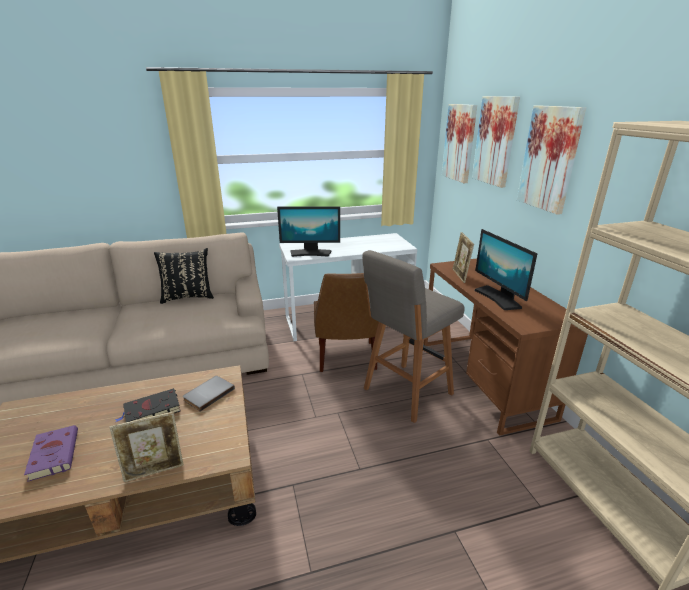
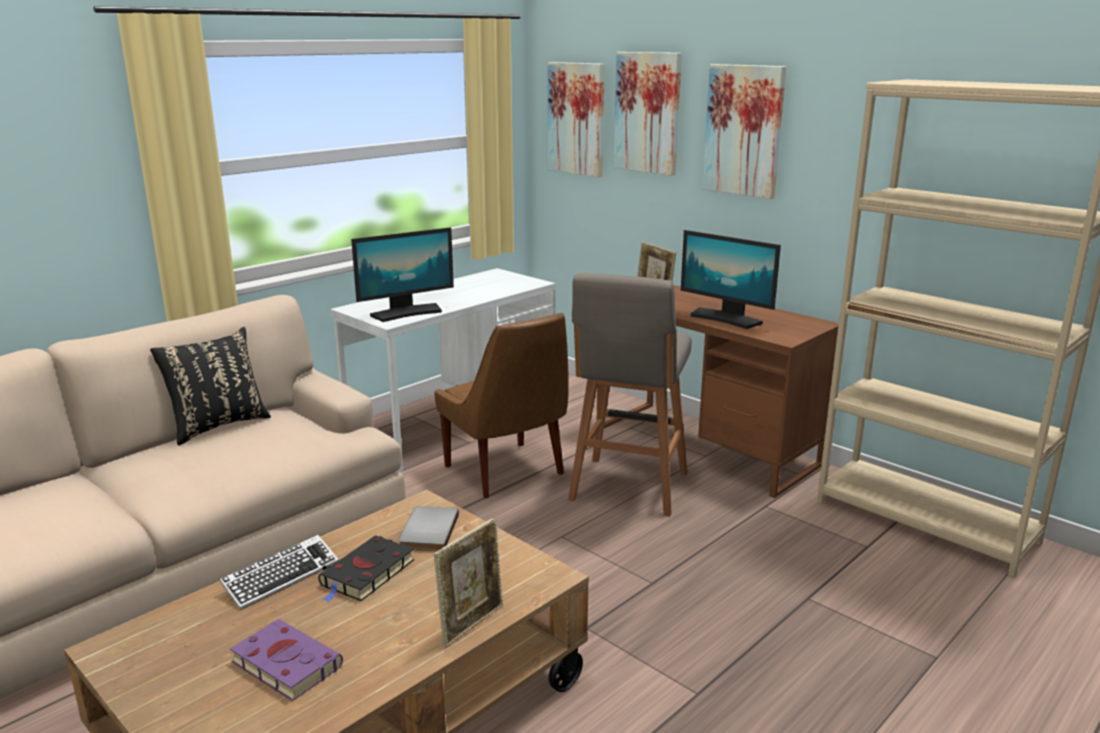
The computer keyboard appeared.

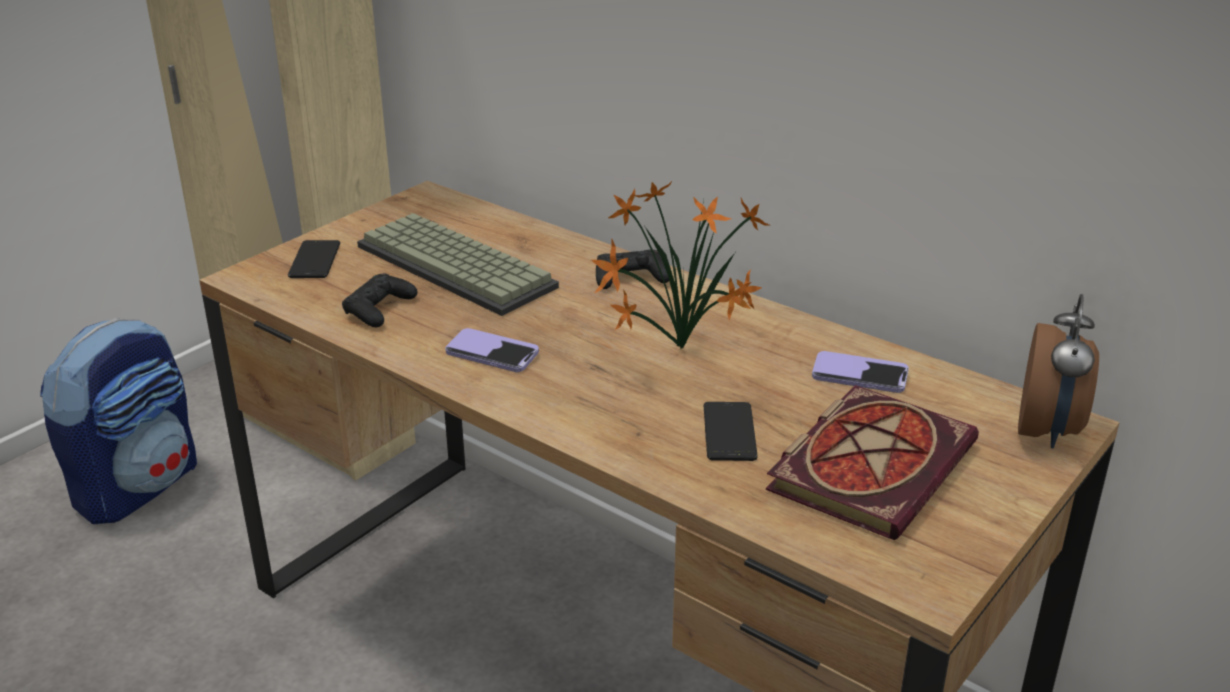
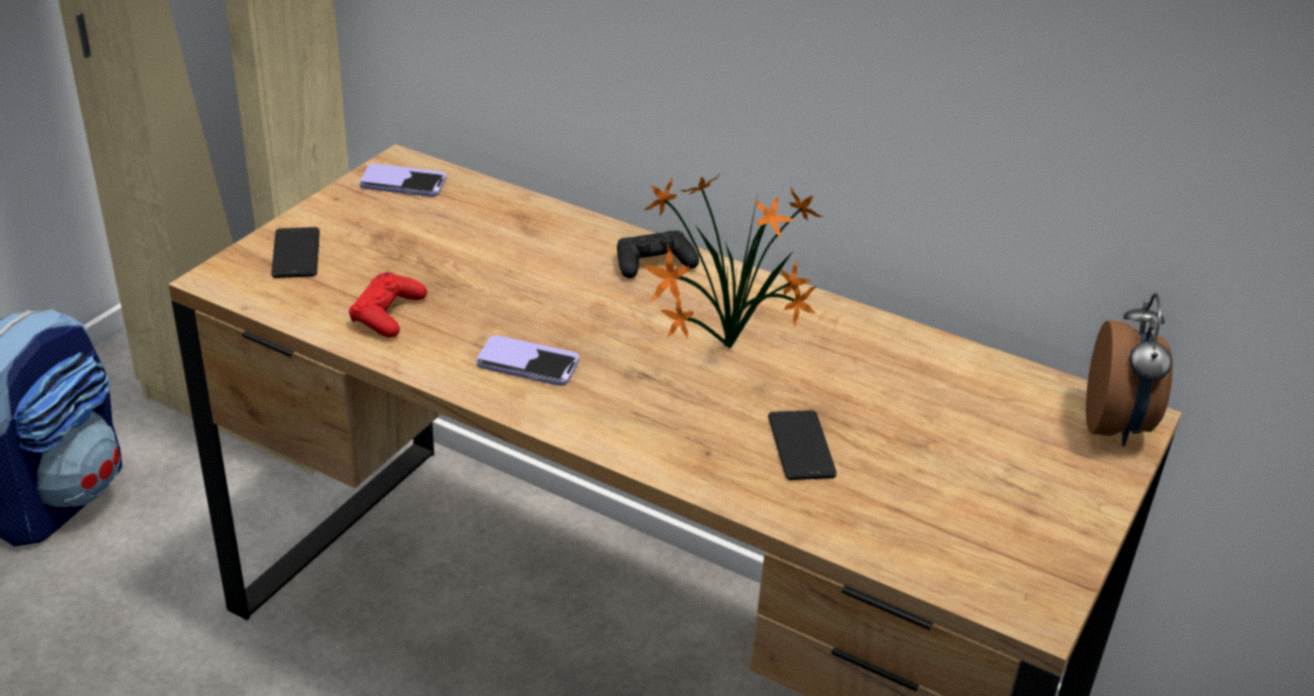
The computer keyboard disappeared. The book disappeared. The phone (no. 4 from left in the first image) moved. The blackish joypad (no. 1 from left) became the red joypad.

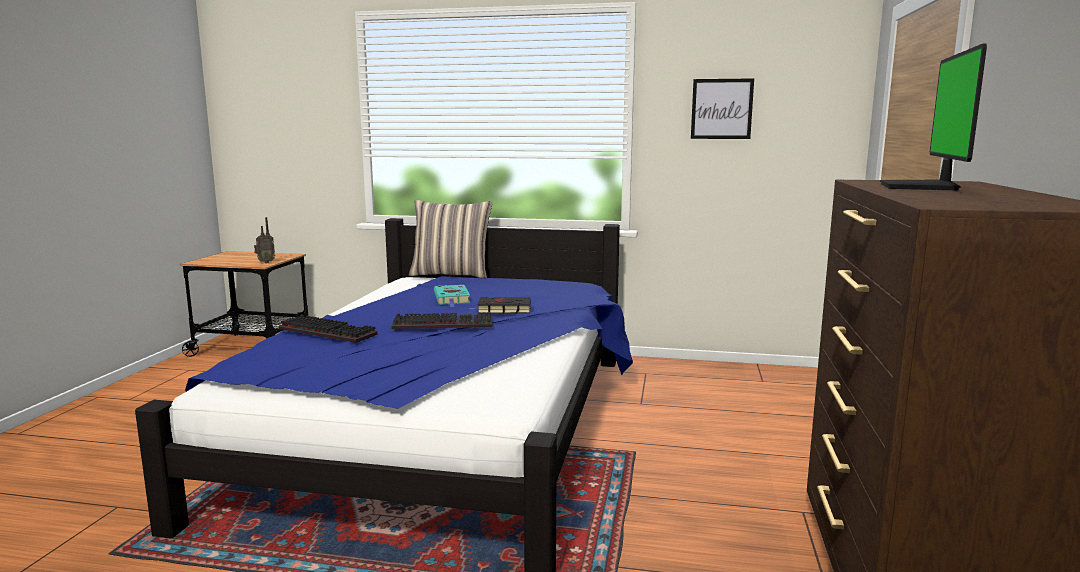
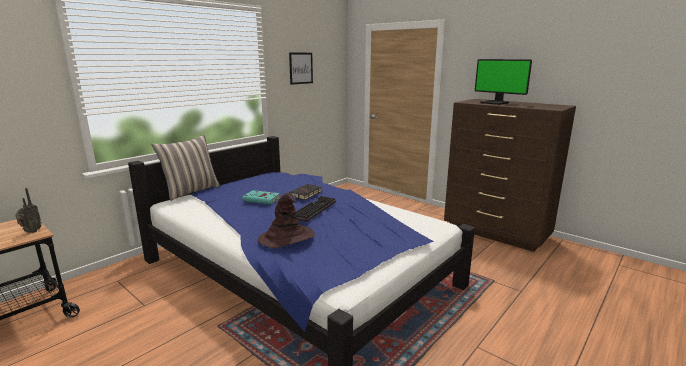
The computer keyboard (no. 1 from left) was replaced by the brownish hat.

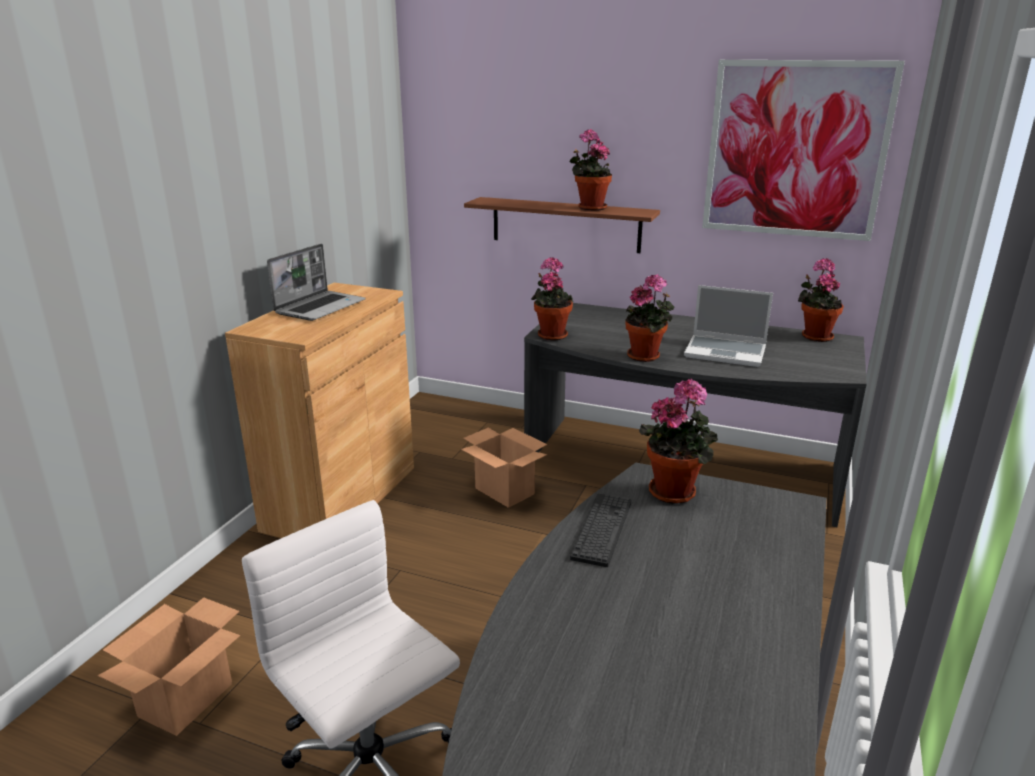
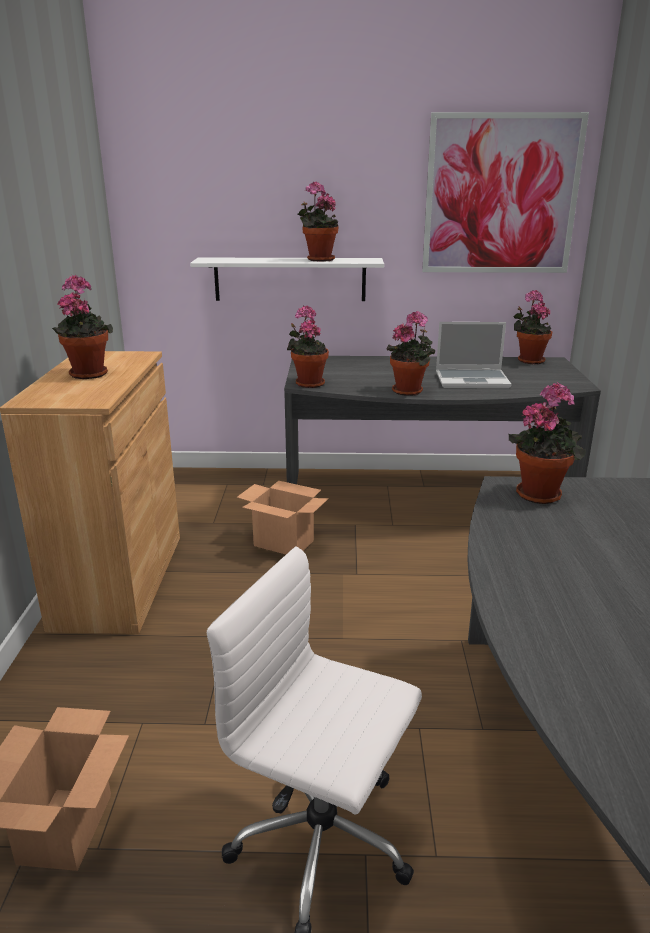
The computer keyboard disappeared. The laptop (no. 1 from left) was replaced by the plant in a pot (no. 1 from left). The brownish bracket shelf became the whitish bracket shelf.

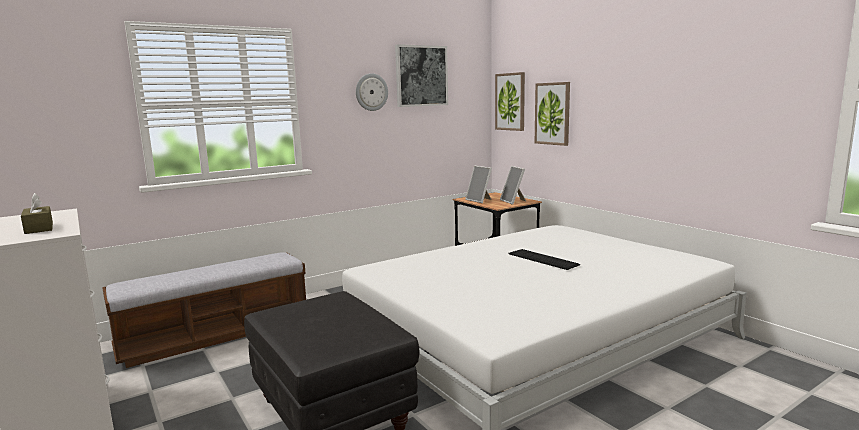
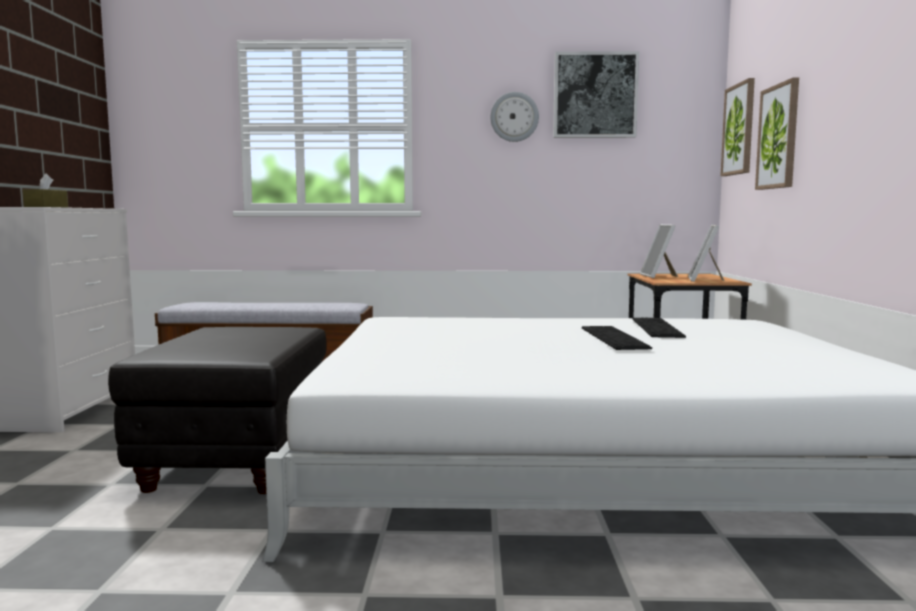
The computer keyboard (no. 2 from left) appeared.

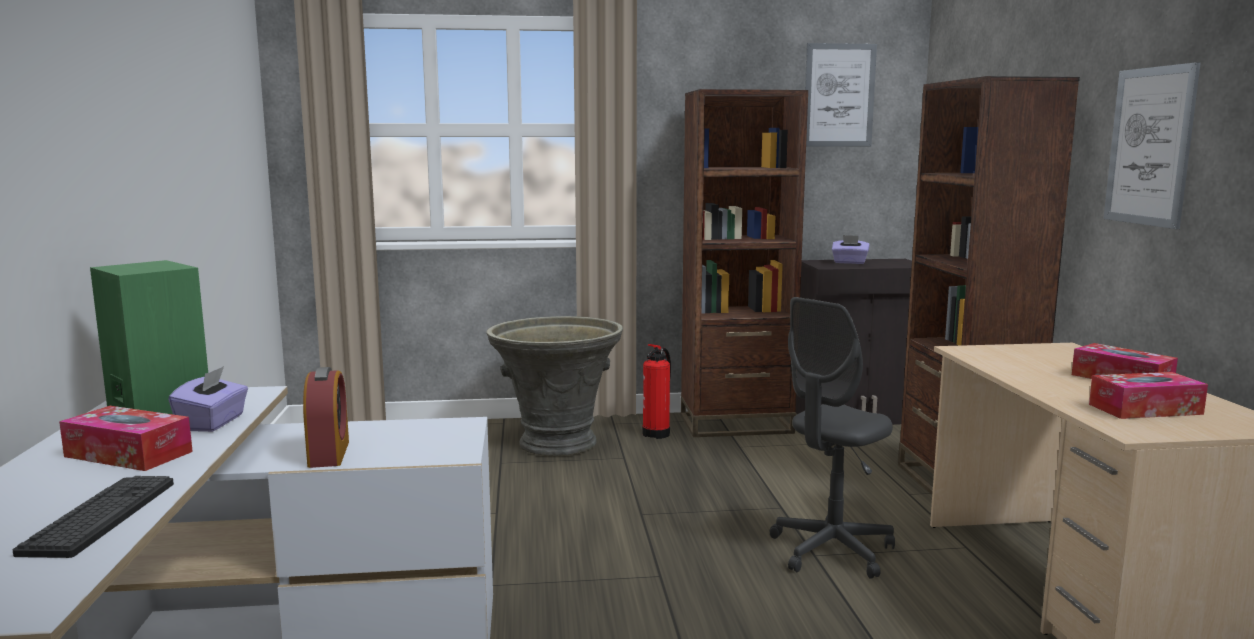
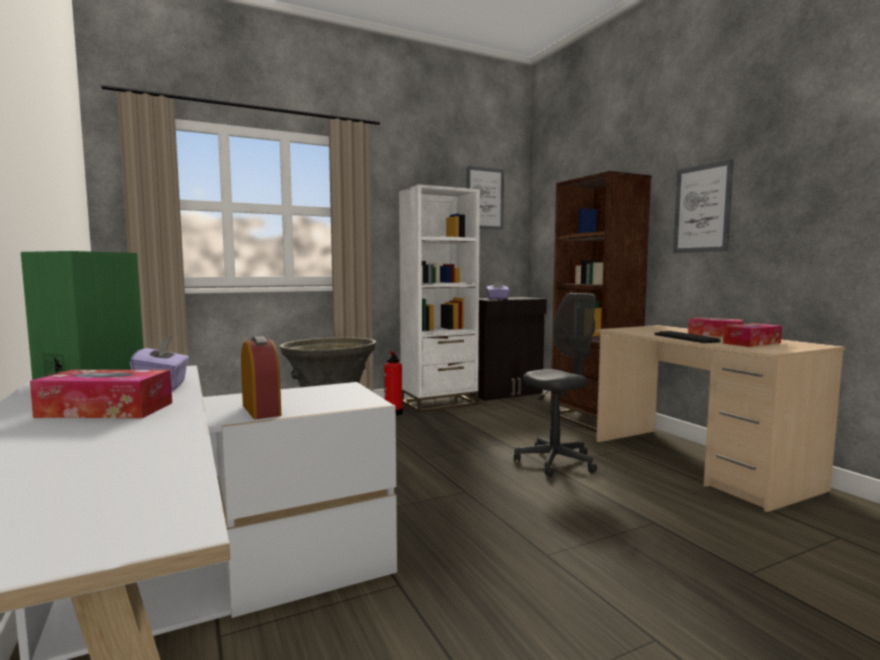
The computer keyboard moved. The brownish bookshelf (no. 1 from left) became the whitish bookshelf. The greyish computer chair turned 150 degrees counterclockwise.

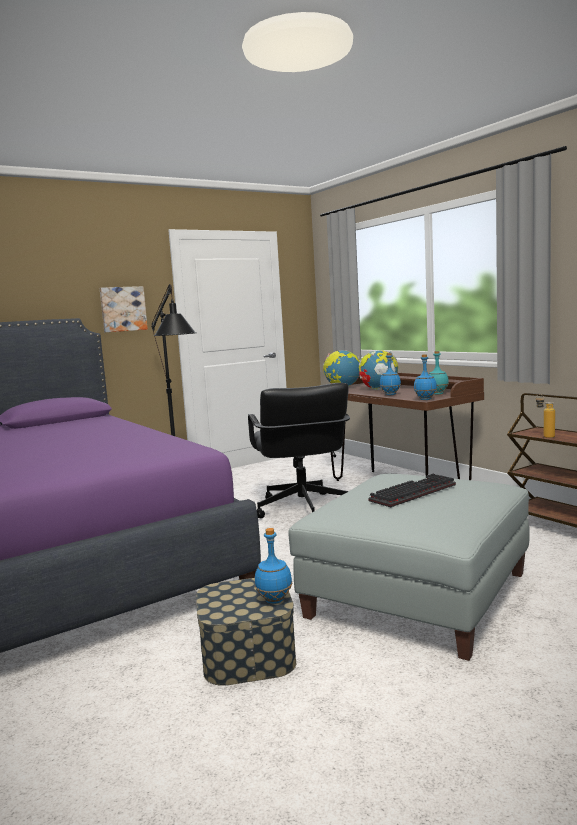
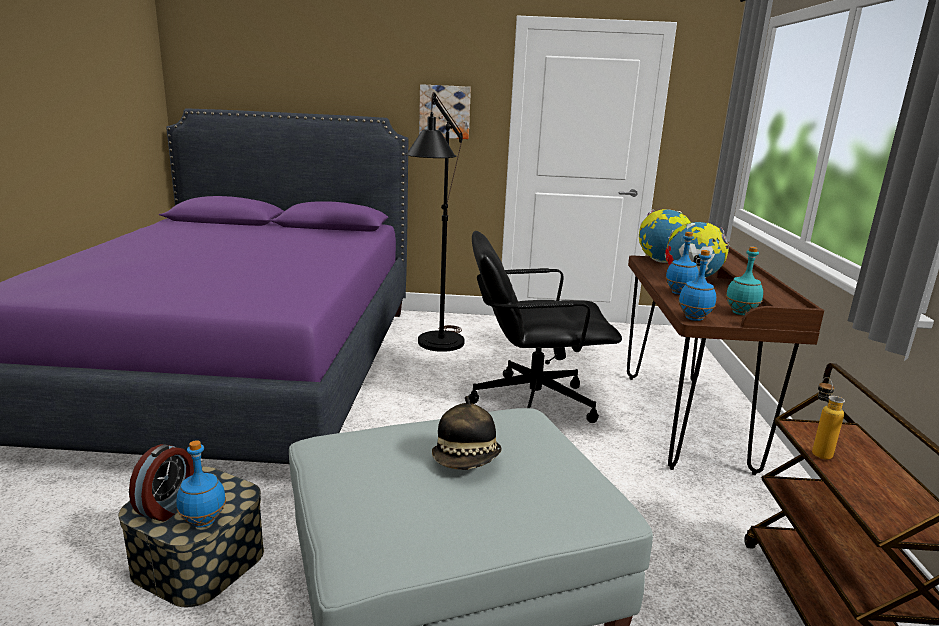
The table clock appeared. The computer keyboard was replaced by the hat. The blackish computer chair turned 60 degrees clockwise.

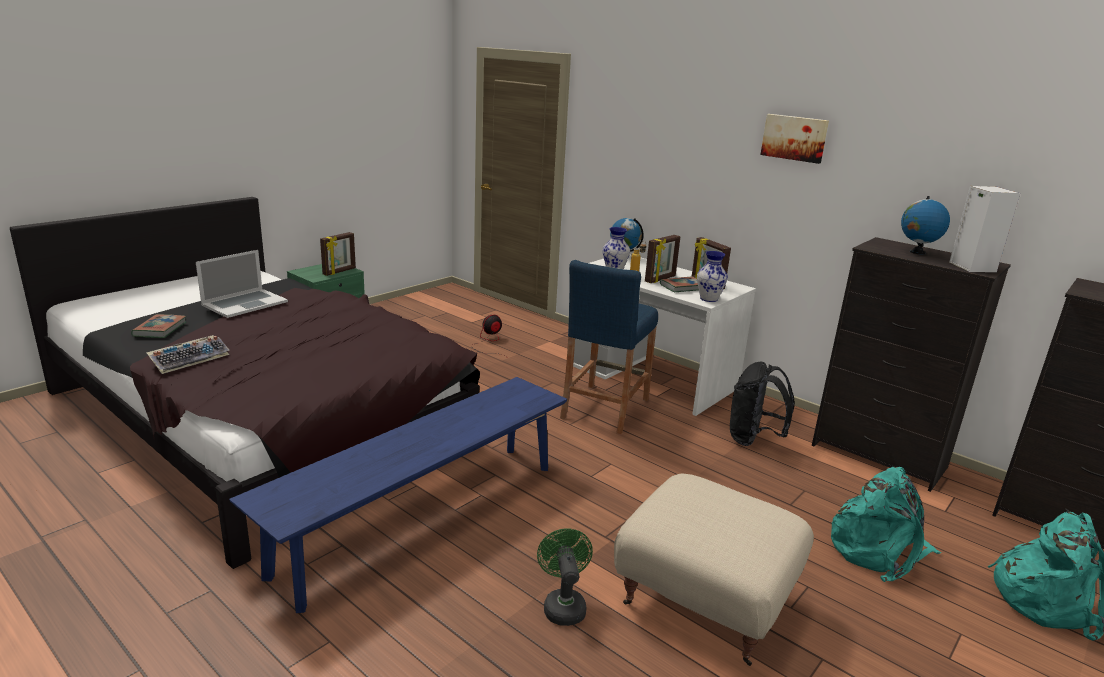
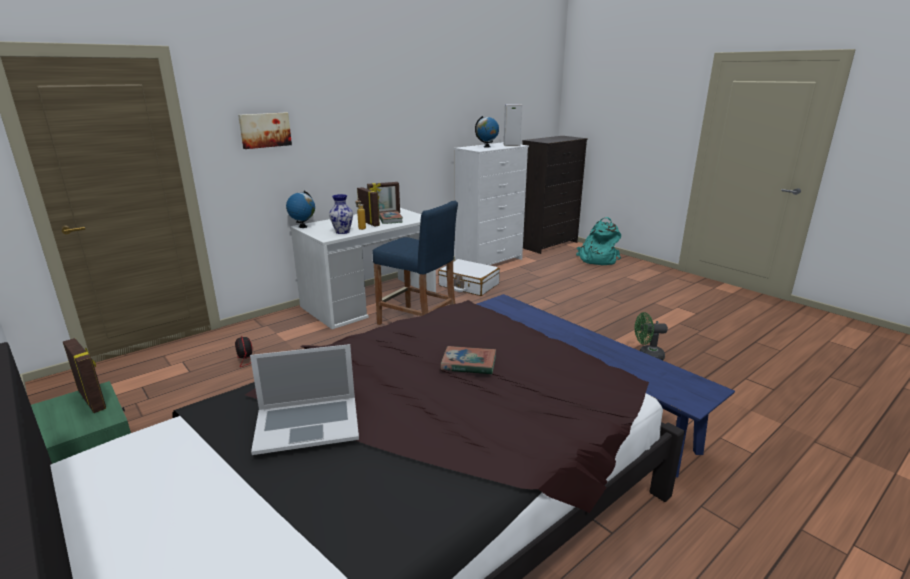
The computer keyboard disappeared. The sand-coloured ottoman disappeared. The decorative vase (no. 2 from left) disappeared. The blue-green rucksack (no. 1 from left) disappeared. The book (no. 1 from left in the first image) moved. The wall picture moved. The blackish rucksack was replaced by the whitish piece of luggage. The blackish chest of drawers (no. 1 from left) became the whitish chest of drawers. The laptop turned 120 degrees clockwise.

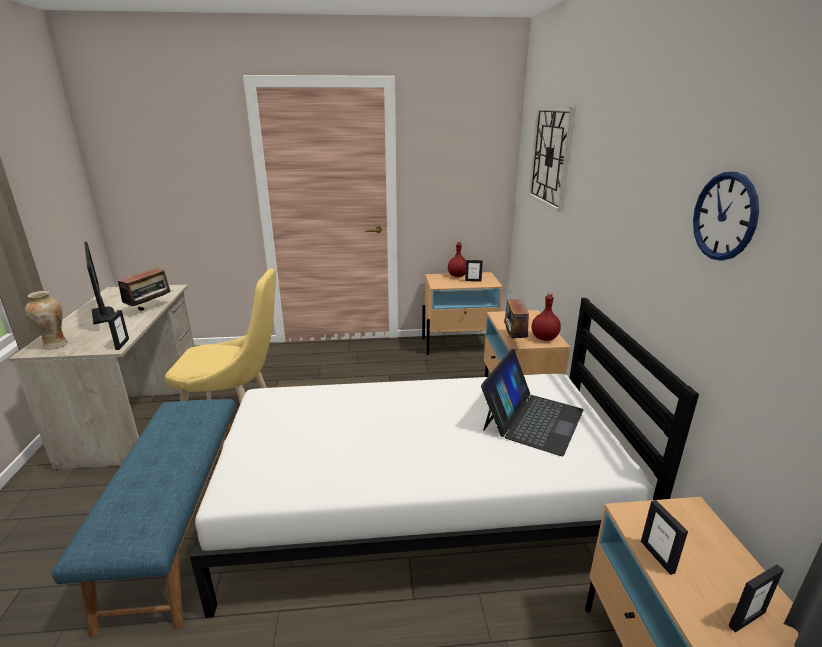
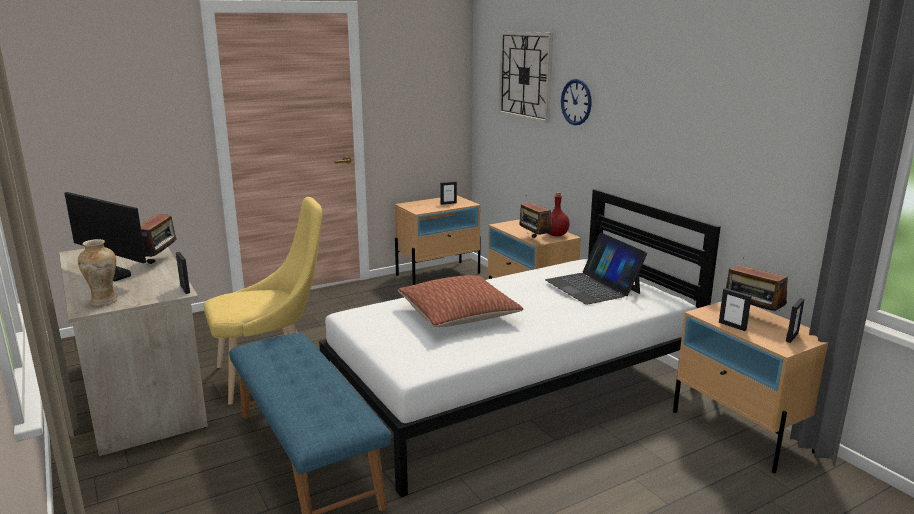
The red drink bottle (no. 1 from left) disappeared. The cushion appeared. The radio receiver (no. 3 from left) appeared. The clock on the wall (no. 2 from left) moved. The laptop turned 150 degrees clockwise.

